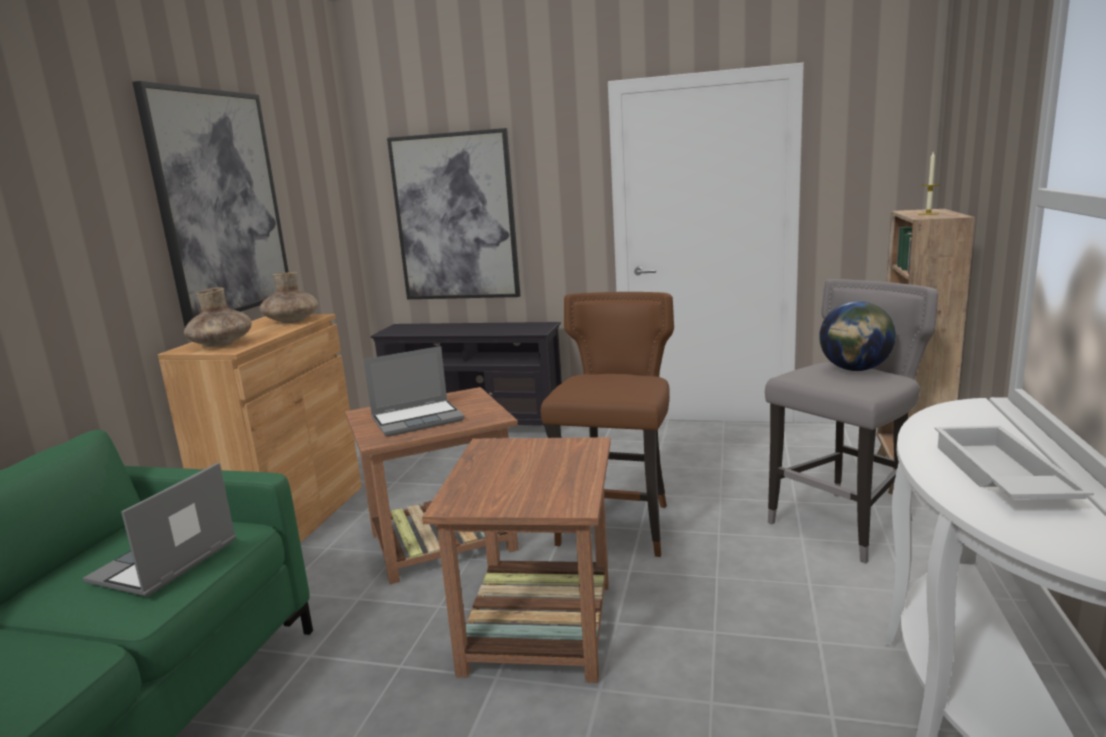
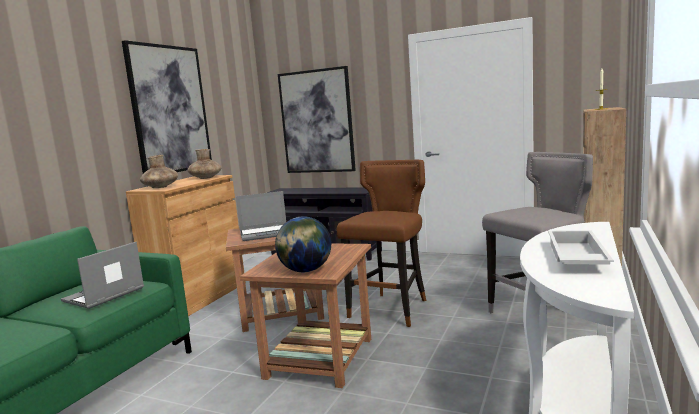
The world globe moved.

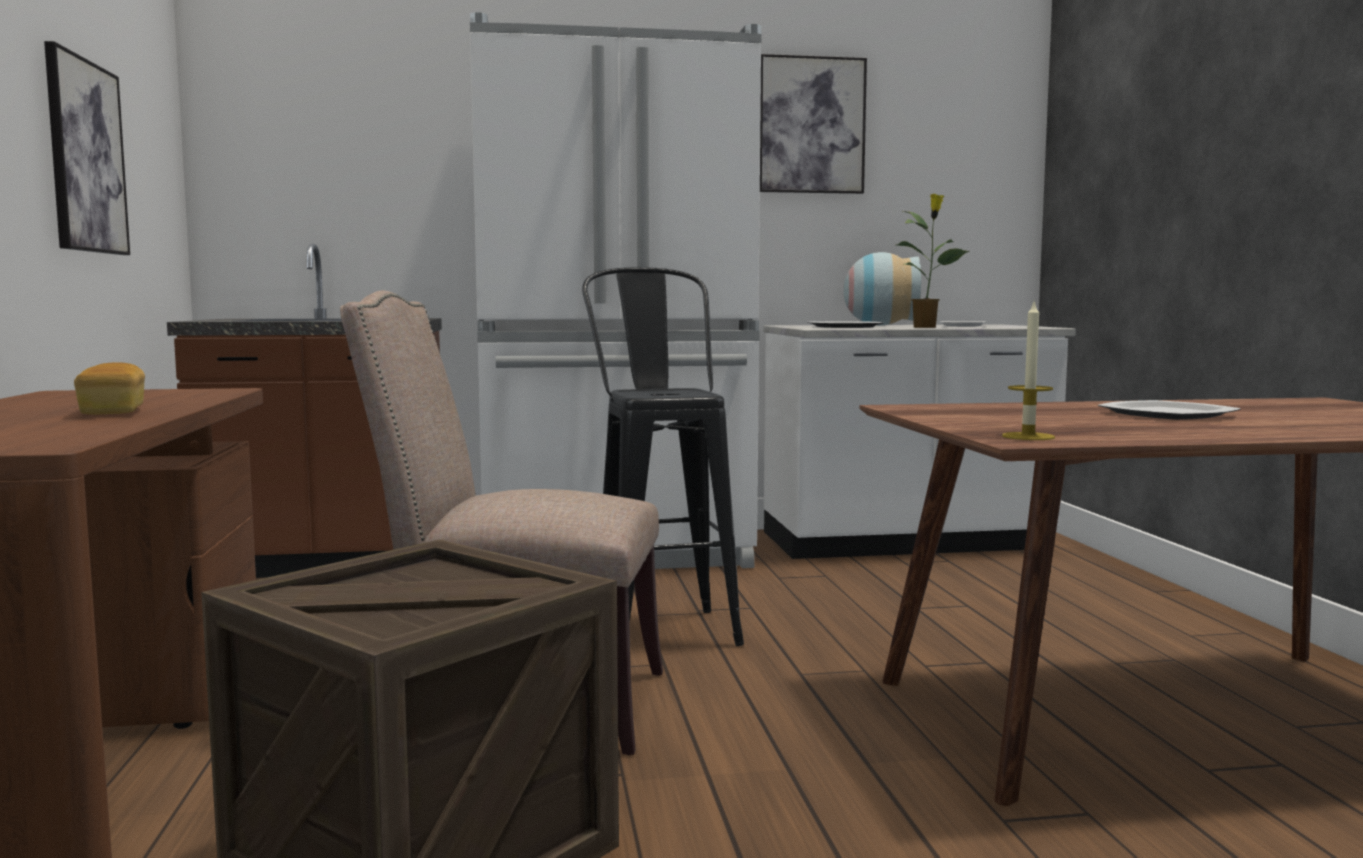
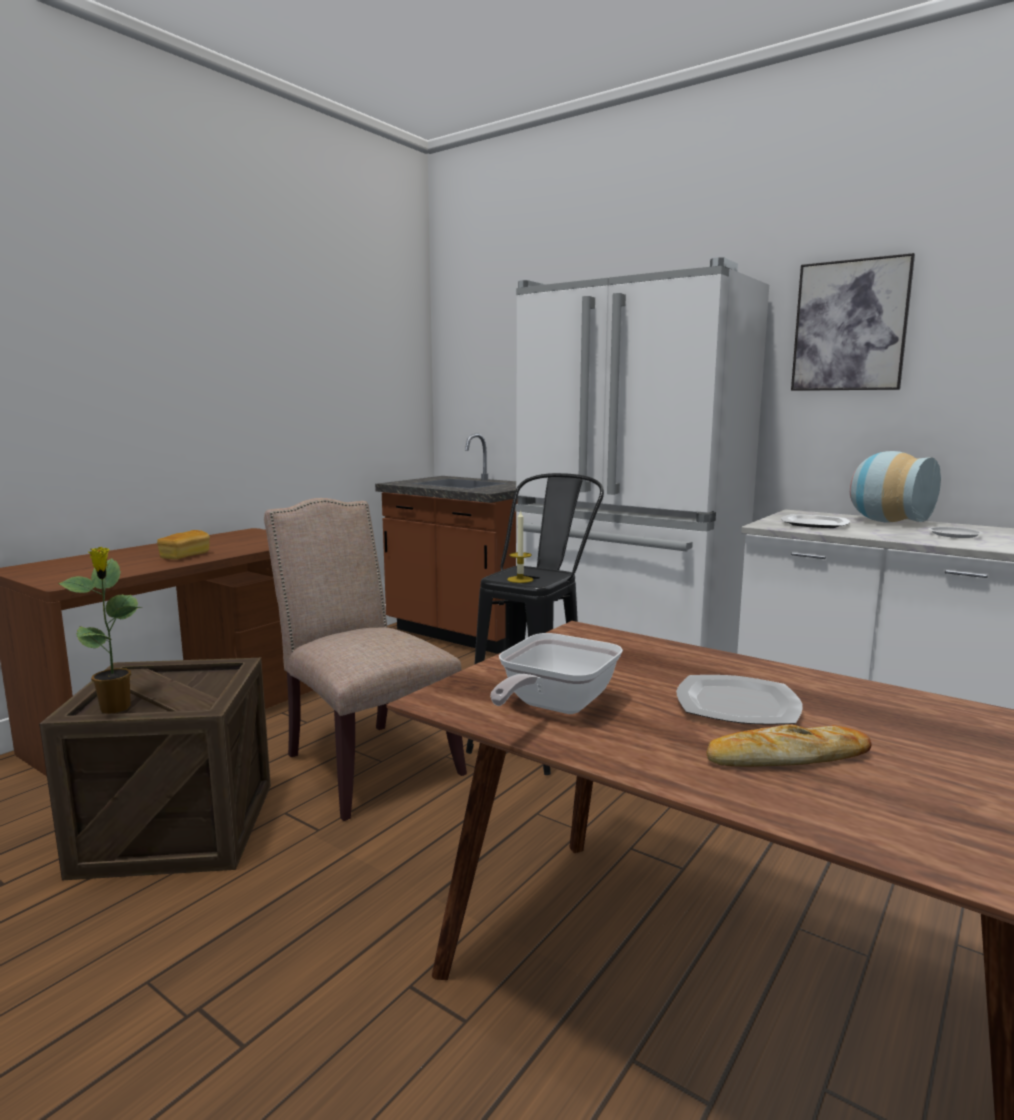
The wall picture (no. 1 from left) disappeared. The frying pan appeared. The bakery bread (no. 2 from left) appeared. The plant in a pot moved. The wax light moved.

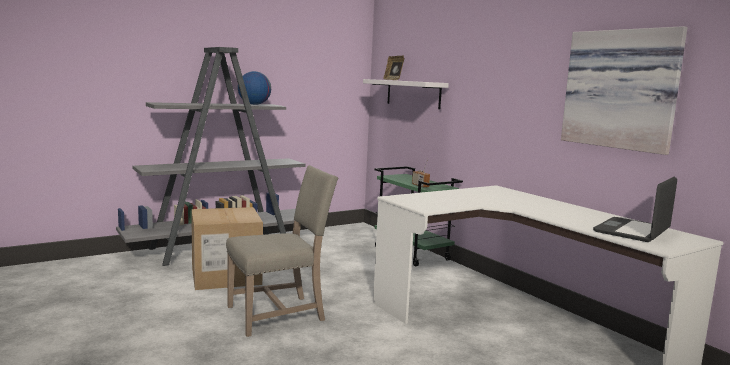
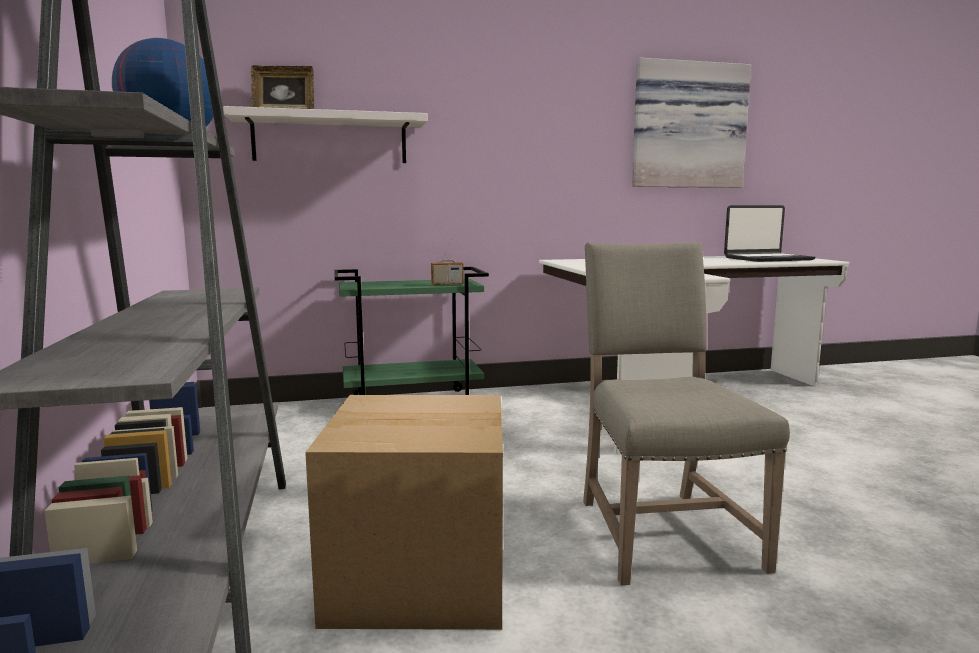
The laptop turned 75 degrees counterclockwise.

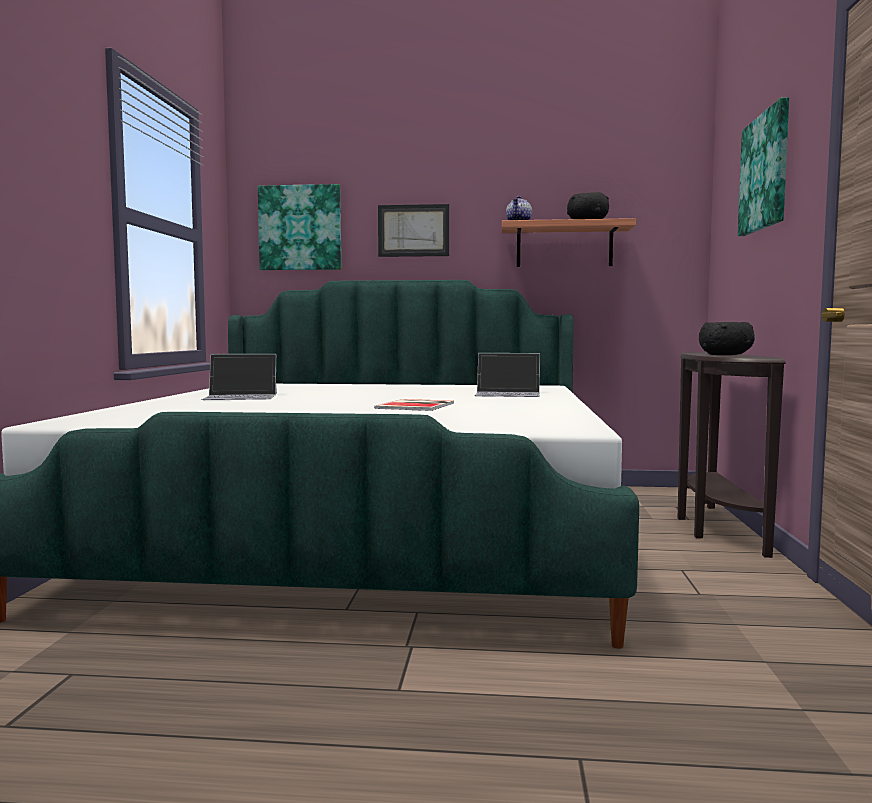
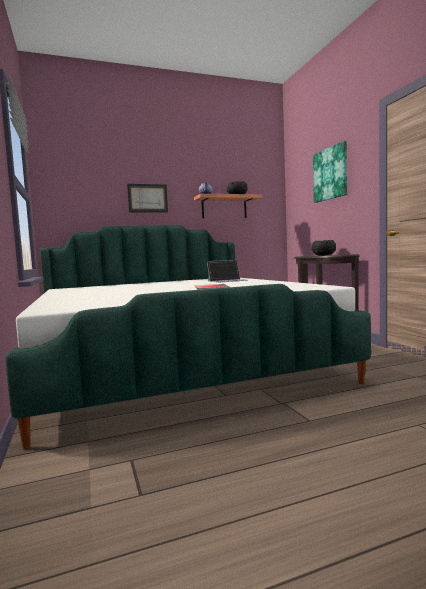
The laptop (no. 1 from left) disappeared. The wall picture (no. 1 from left) disappeared.

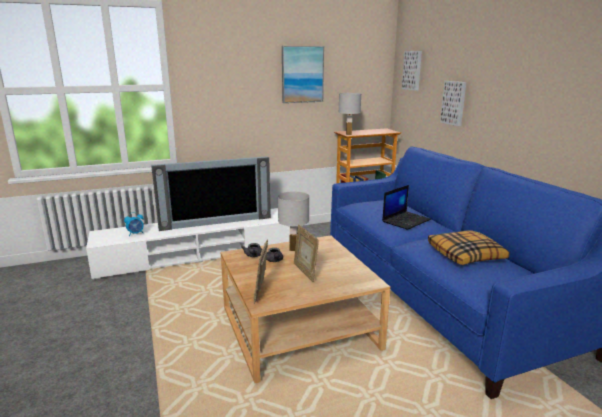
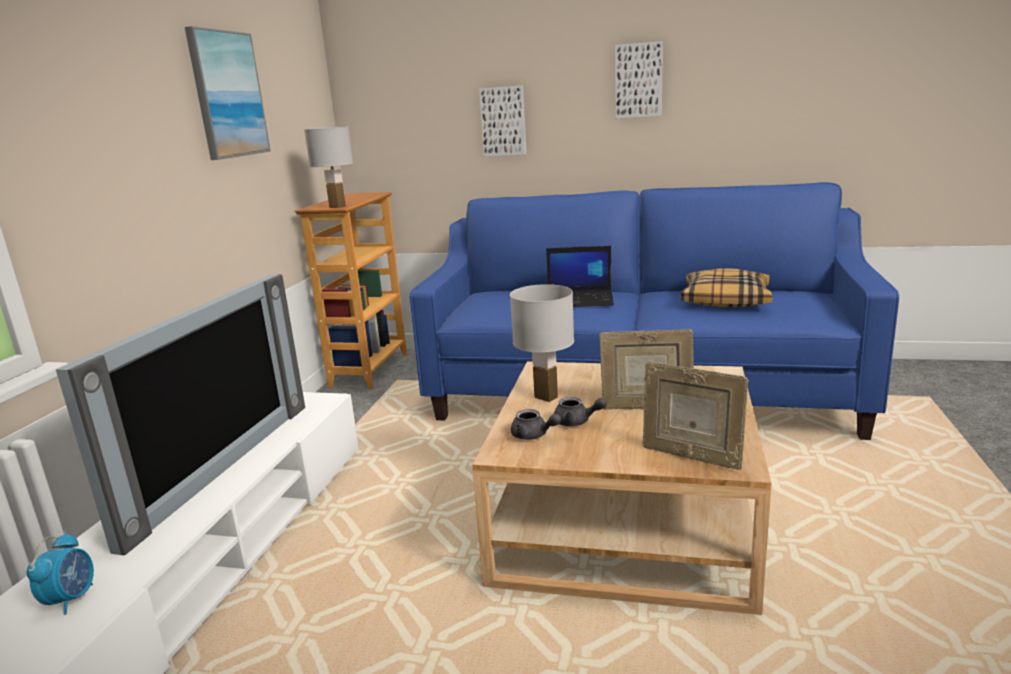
The wall picture (no. 2 from left in the first image) moved. The laptop turned 105 degrees clockwise.

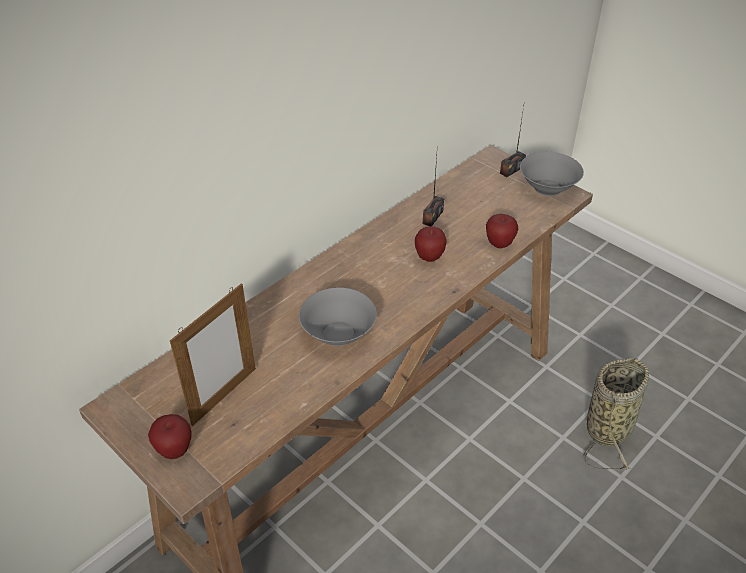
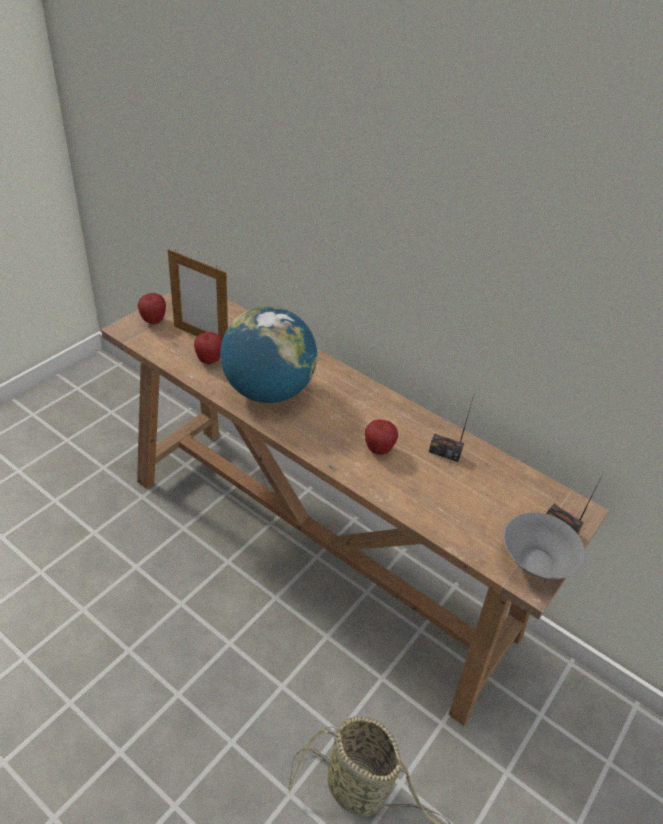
The apple (no. 3 from left in the first image) moved. The greyish serving bowl (no. 1 from left) was replaced by the world globe.

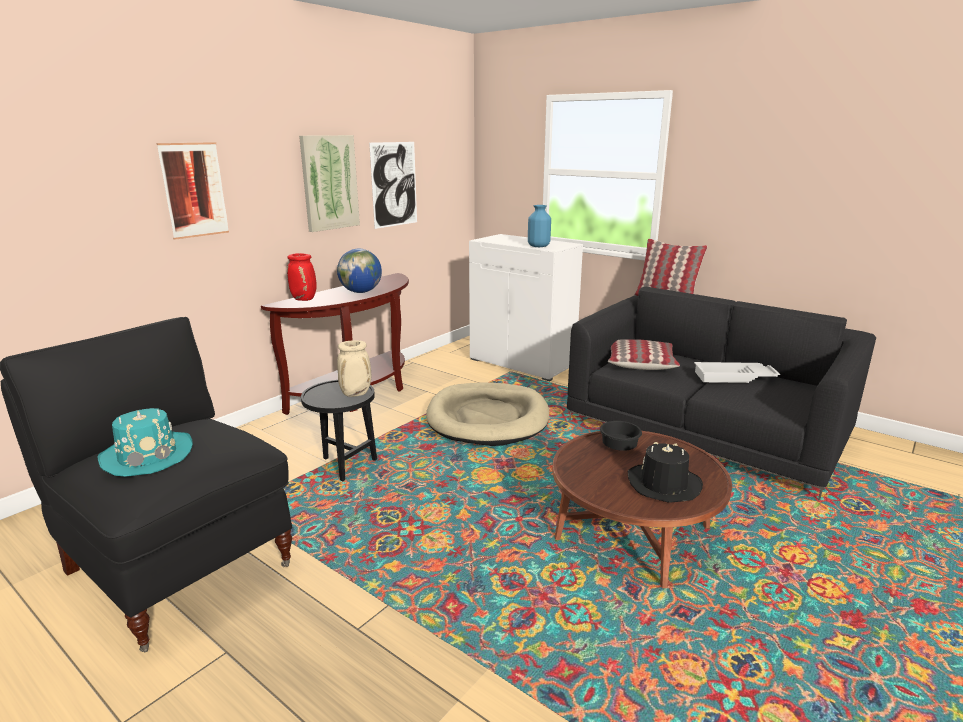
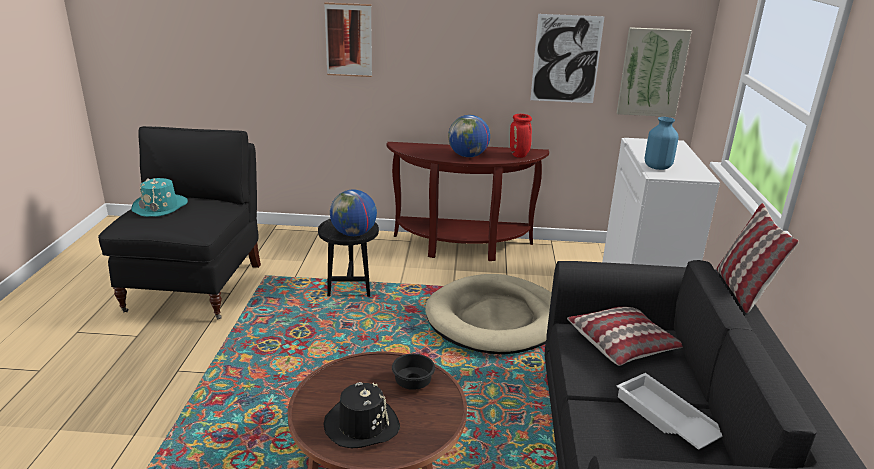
The red decorative vase moved. The wall picture (no. 2 from left in the first image) moved. The sand-coloured decorative vase was replaced by the world globe (no. 1 from left).

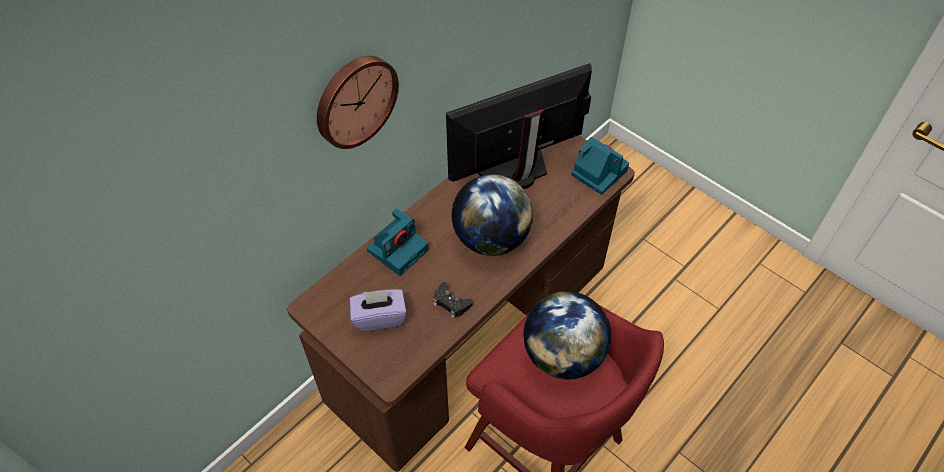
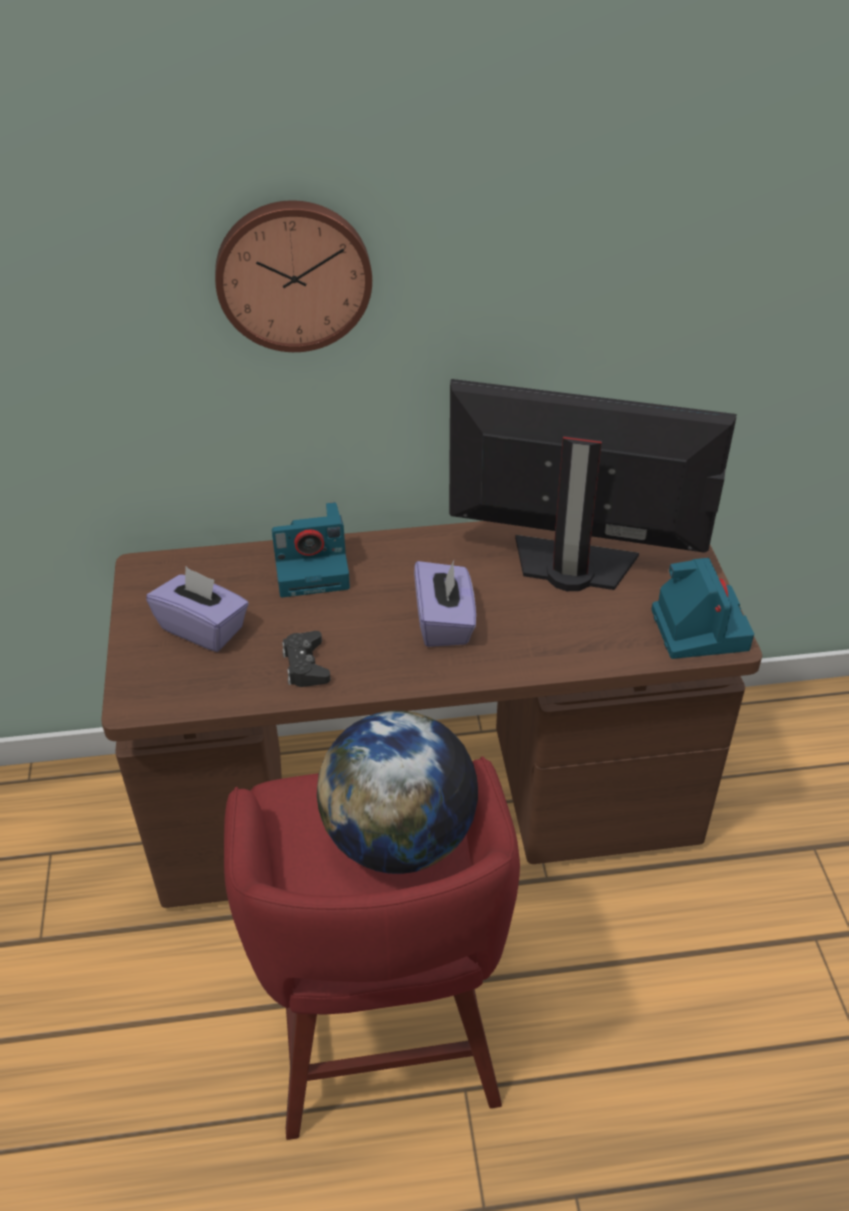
The world globe (no. 1 from left) was replaced by the purple-coloured tissue holder (no. 2 from left).

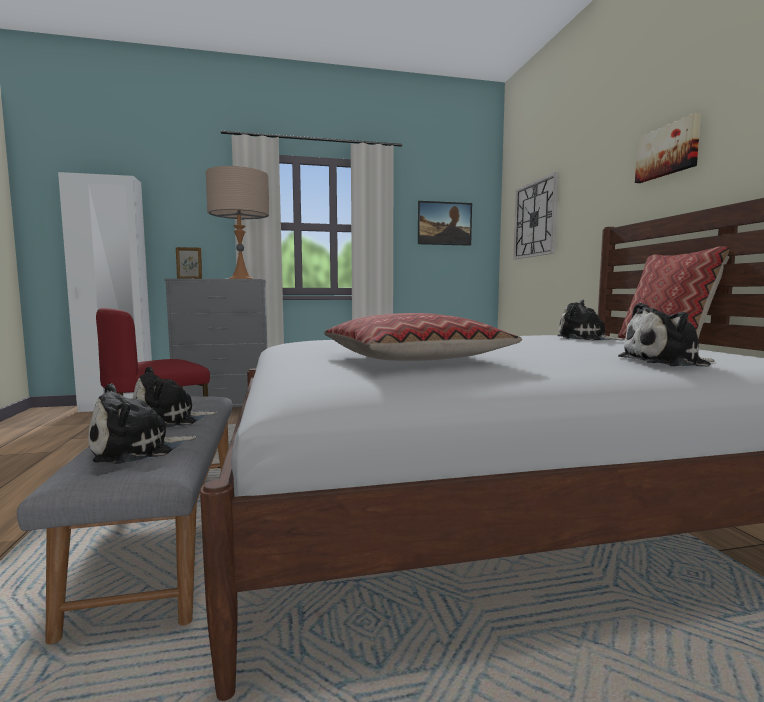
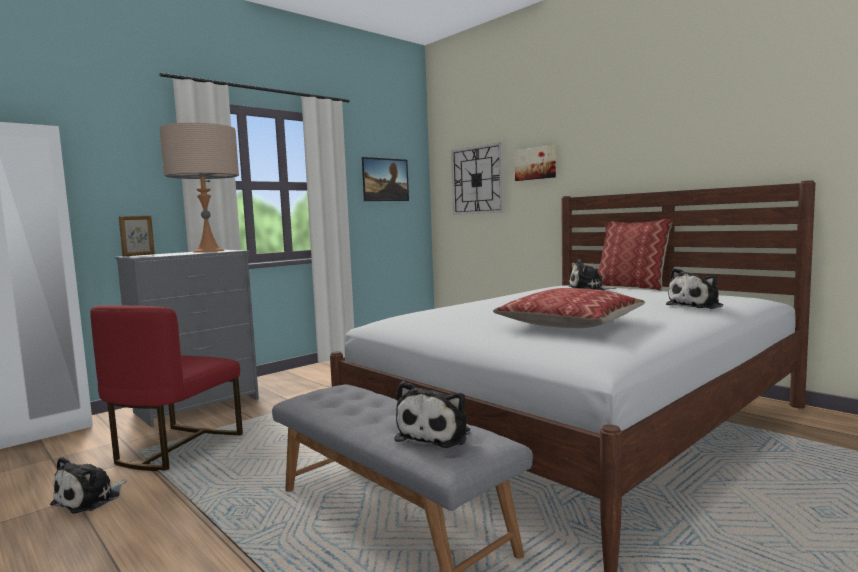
The cuddly toy (no. 2 from left in the first image) moved. The wall picture (no. 2 from left) moved.

